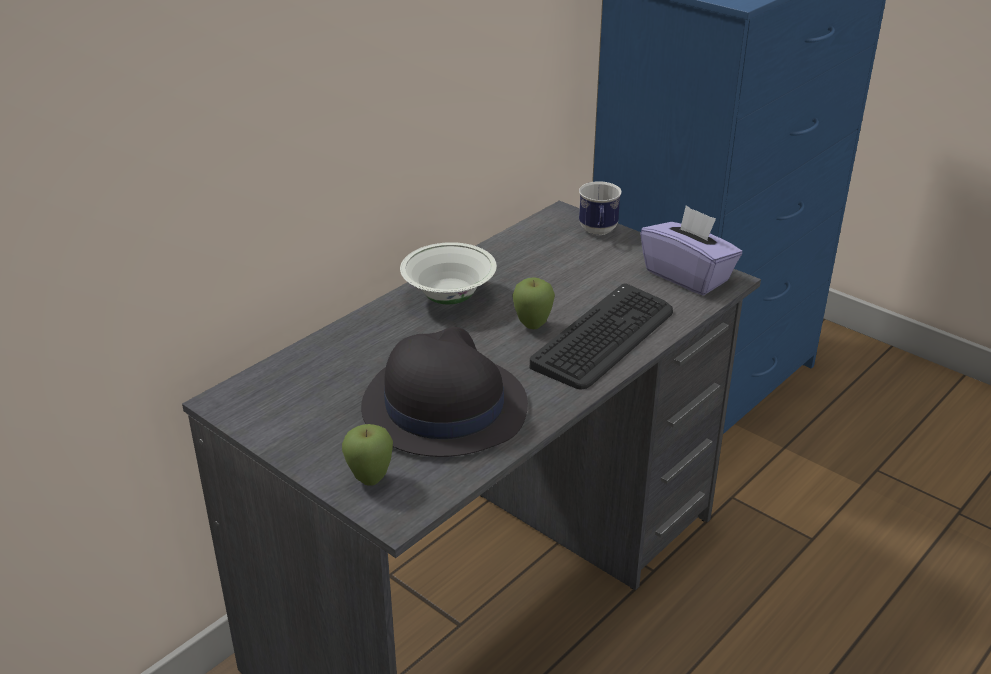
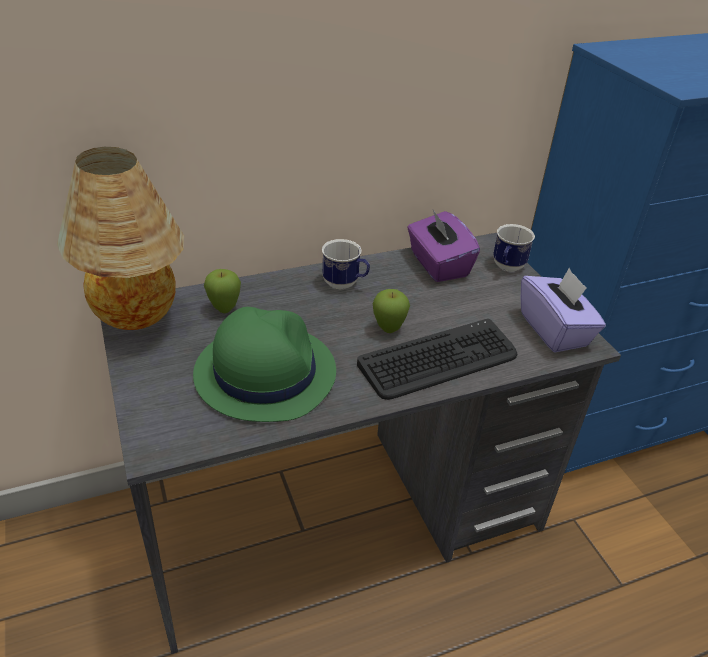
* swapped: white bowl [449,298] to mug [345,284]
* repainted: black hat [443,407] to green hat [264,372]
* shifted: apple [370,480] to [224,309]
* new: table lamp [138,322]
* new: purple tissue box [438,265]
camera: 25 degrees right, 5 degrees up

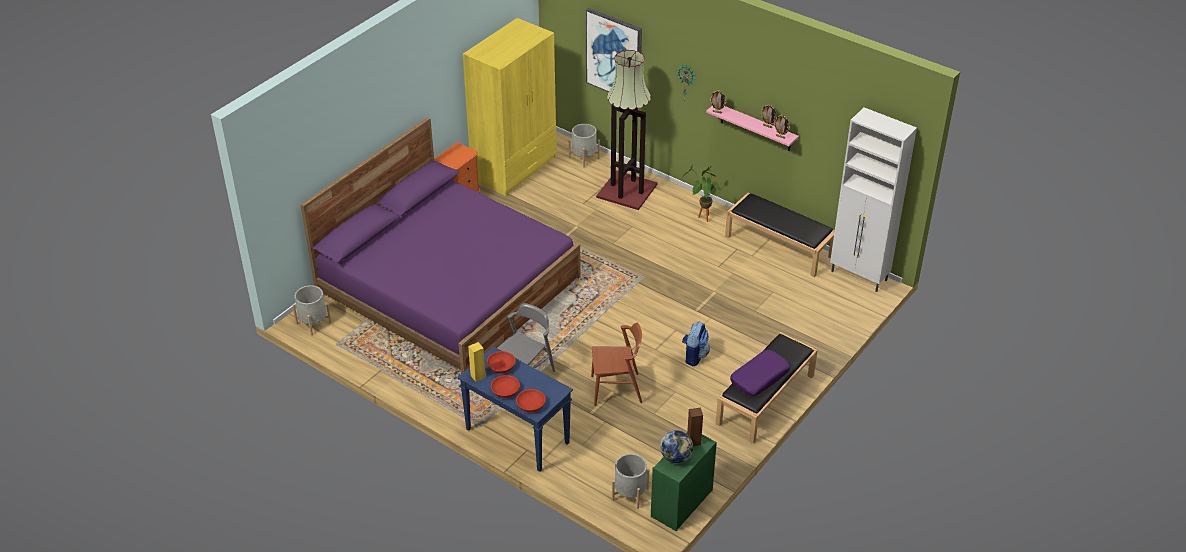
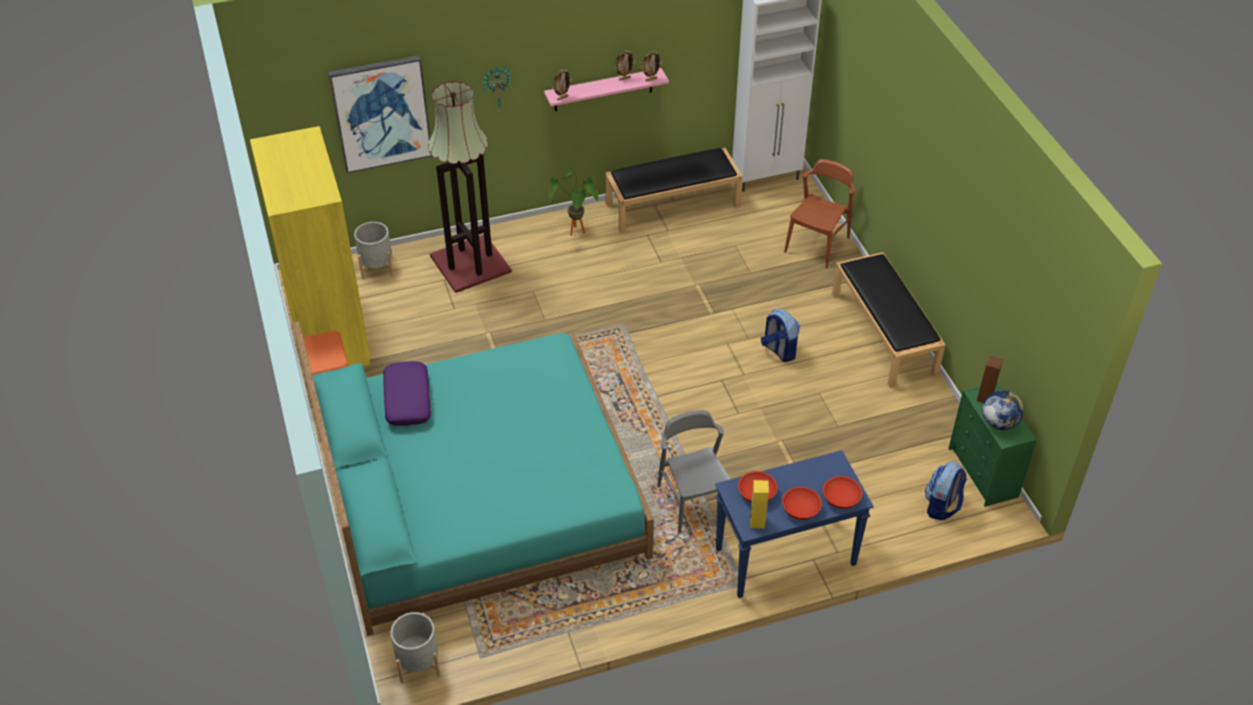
* repainted: purple bed [448,286] to turquoise bed [478,494]
* shifted: brown chair [616,389] to [817,244]
* shifted: purple pillow [759,377] to [407,399]
* swapped: grey planter [630,494] to backpack [942,506]
camera: 55 degrees left, 5 degrees up

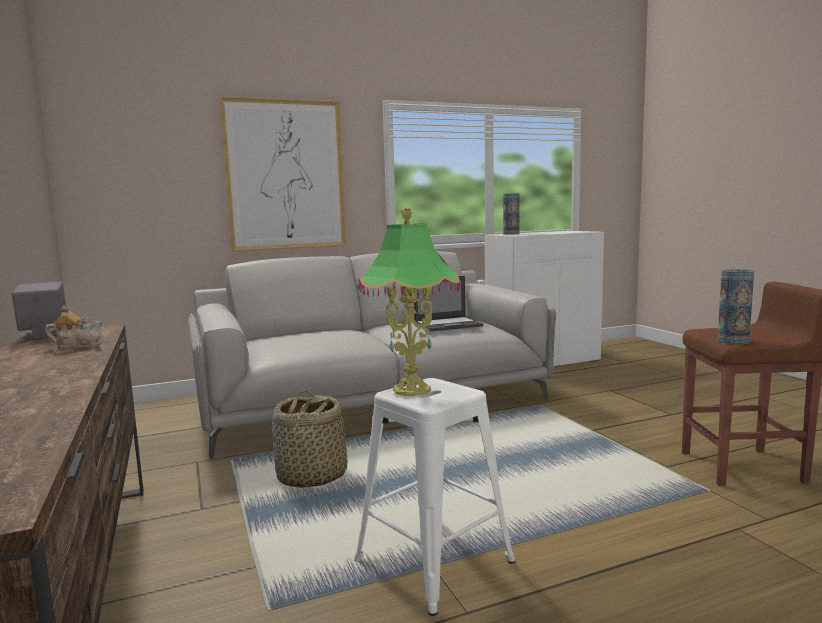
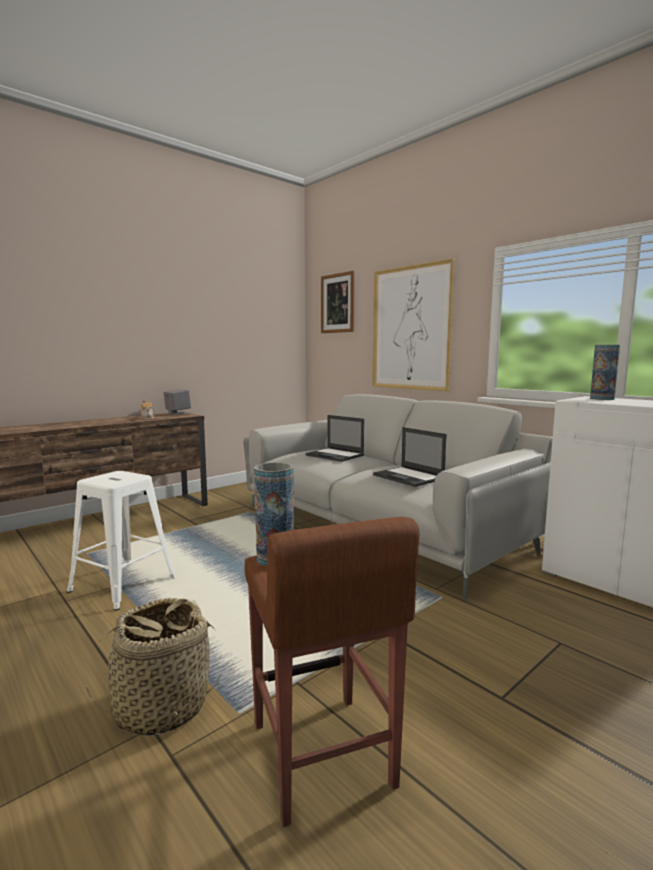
* gone: table lamp [412,390]
* shifted: basket [311,476] to [161,706]
* new: picture [337,303]
* new: laptop [335,455]
camera: 70 degrees right, 0 degrees up

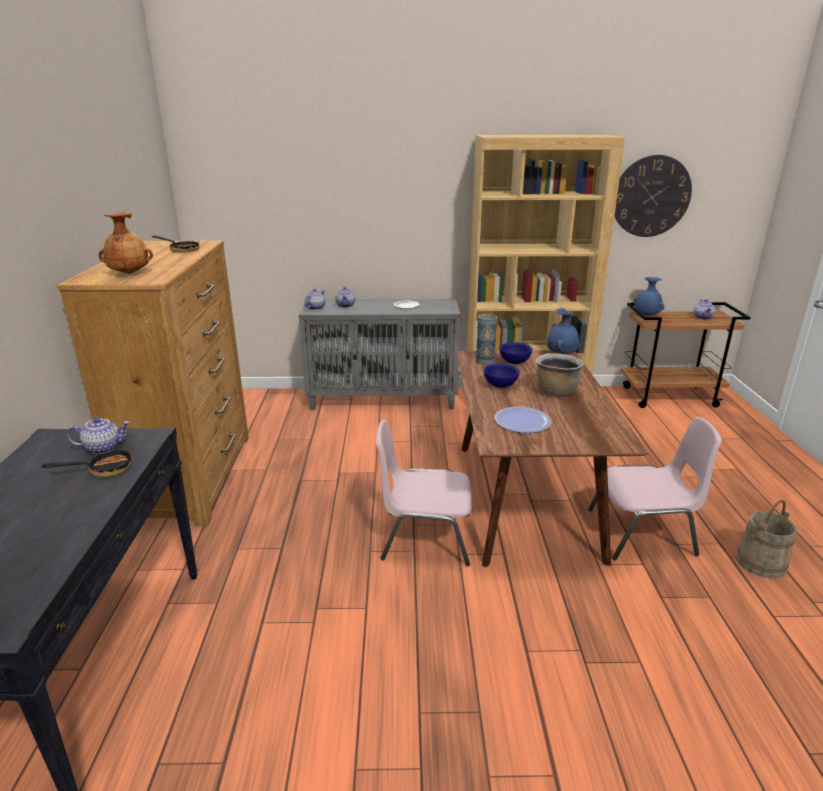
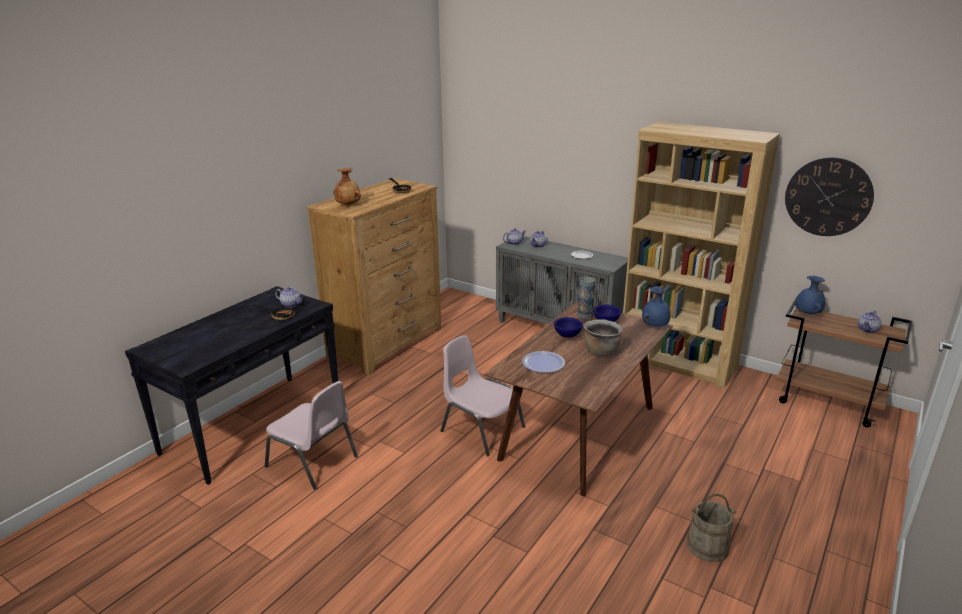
* shifted: pink chair [643,533] to [313,462]
camera: 35 degrees right, 0 degrees up

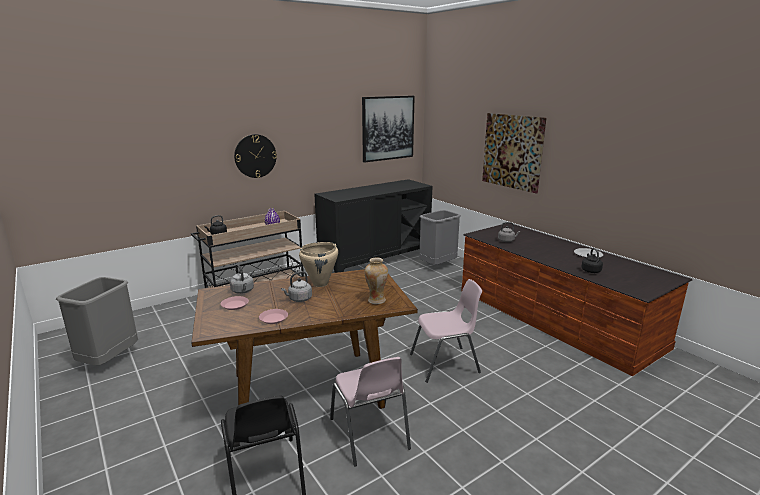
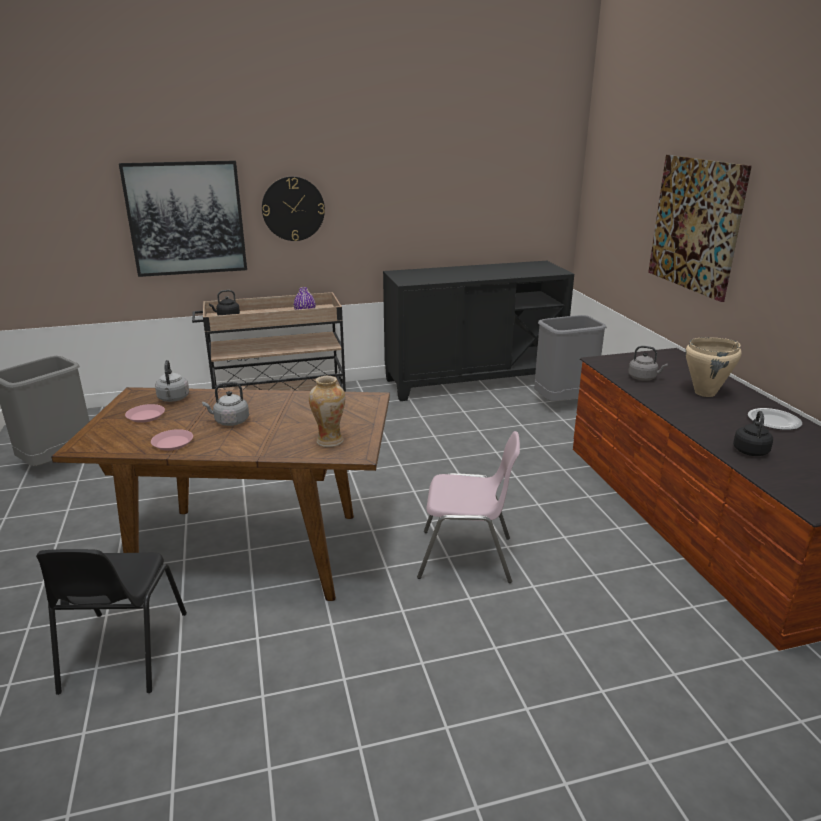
* shifted: picture [388,128] to [186,218]
* shifted: beige cooking pot [320,284] to [705,393]
* gone: pink chair [369,434]
camera: 20 degrees right, 5 degrees up

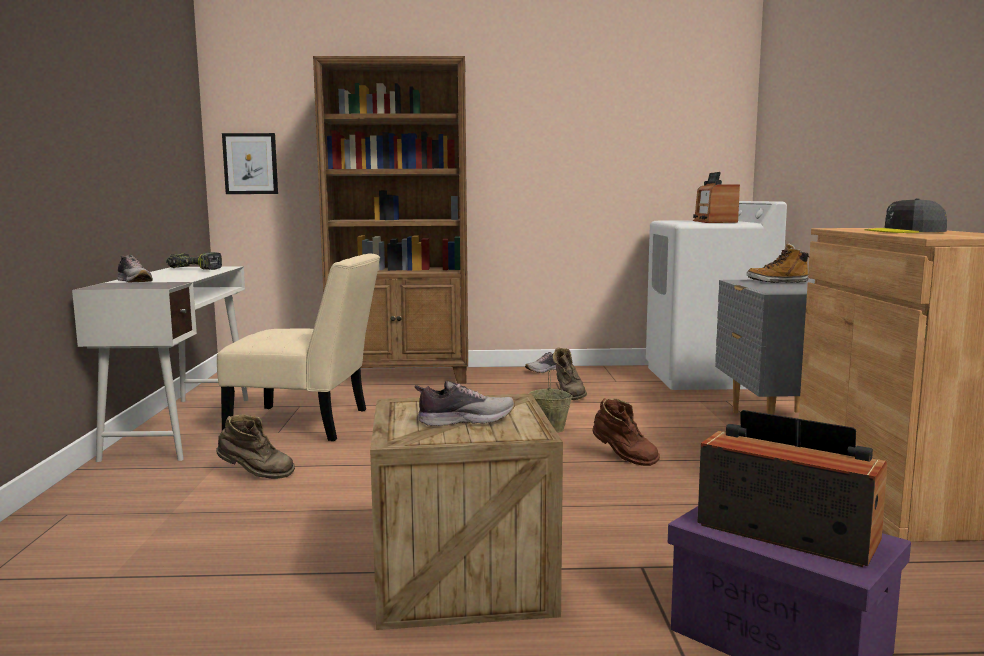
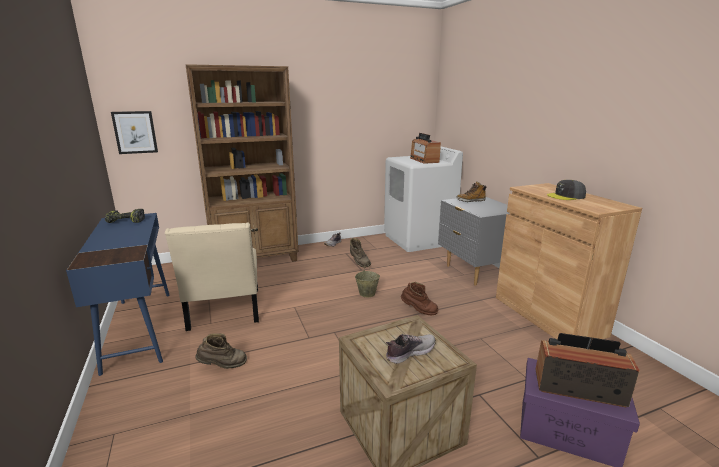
* rotated: beige chair [307,424] = [224,312] 90 degrees clockwise
* gone: shoe [135,281]
* repainted: white desk [182,426] to blue desk [139,328]
camera: 20 degrees left, 10 degrees up

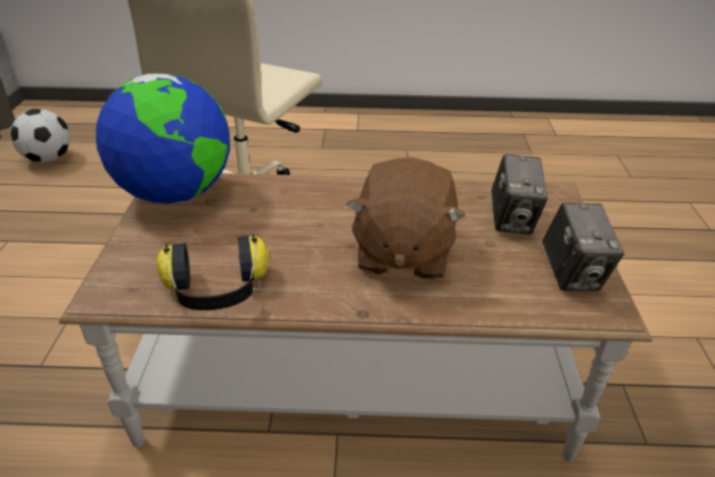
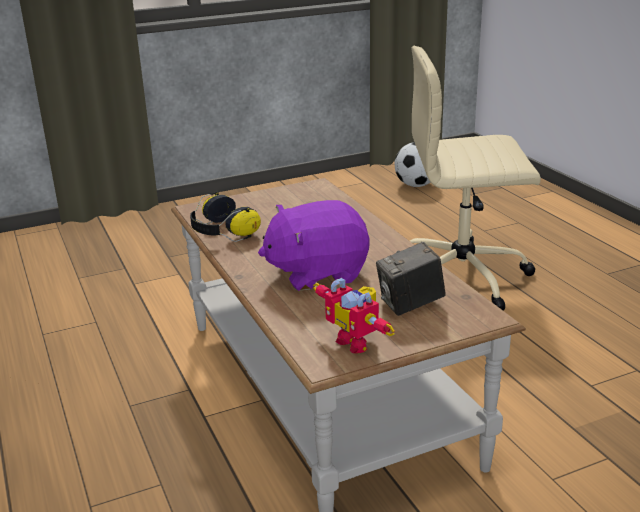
* gone: globe [176,194]
* repainted: brown plush toy [402,252] to purple plush toy [317,273]
* swapped: photo camera [572,274] to toy robot [357,342]
camera: 65 degrees right, 10 degrees down

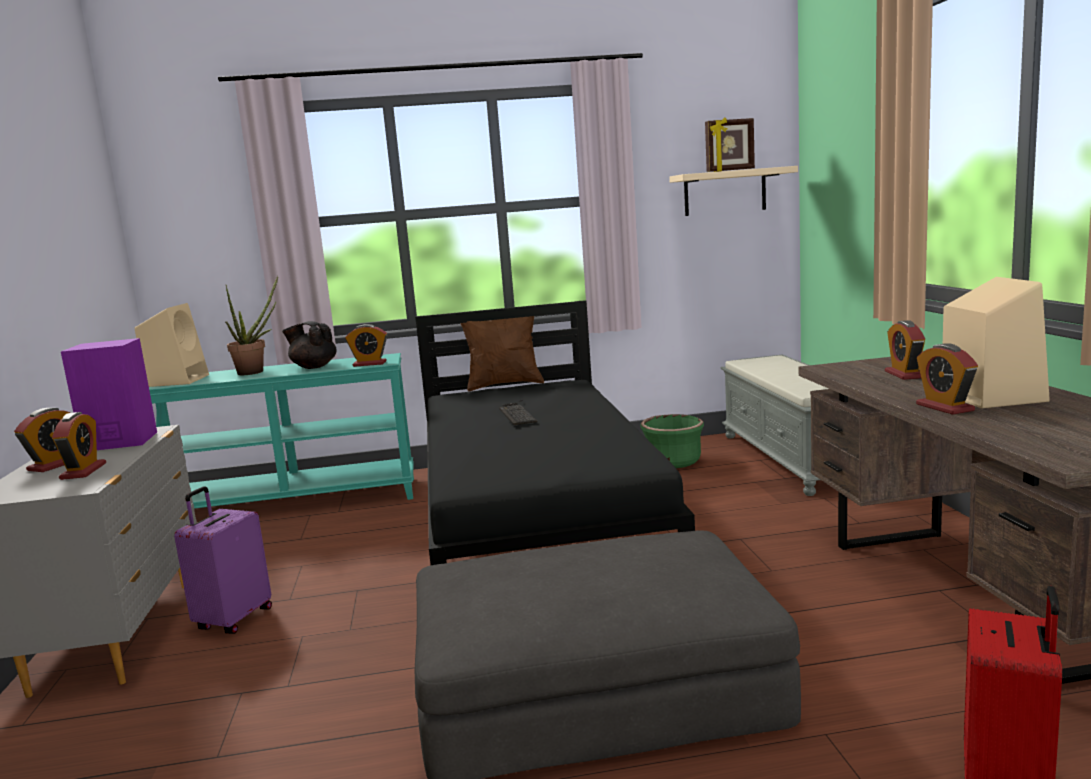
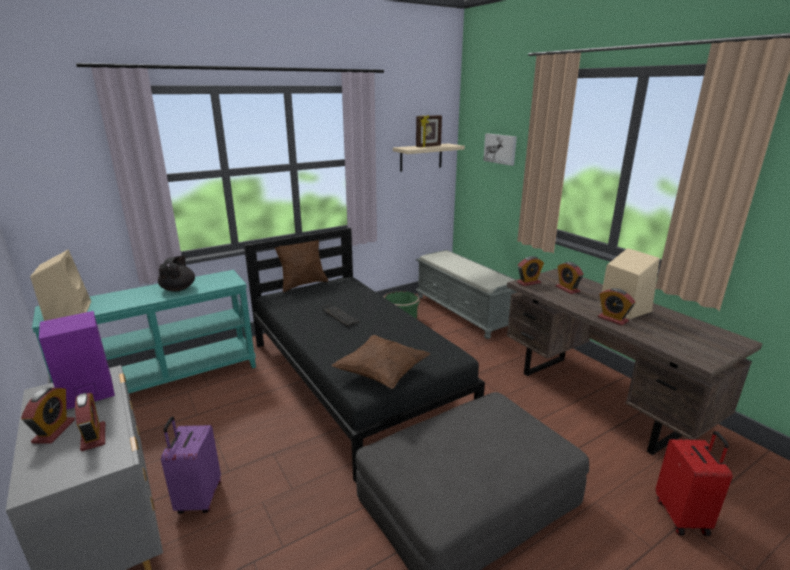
* gone: potted plant [256,371]
* rotated: black teapot [313,367] = [178,289] 90 degrees clockwise
* shifted: alarm clock [369,364] to [528,282]
* new: picture [500,149]
* new: brown pillow [381,374]
camera: 25 degrees left, 10 degrees up

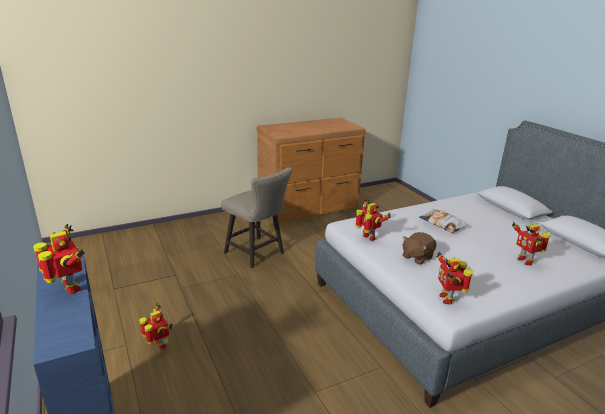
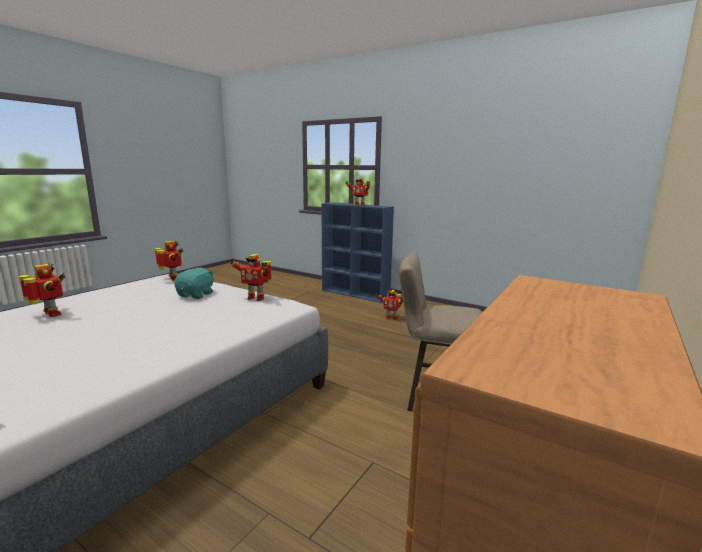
* gone: pillow [442,224]
* repainted: brown plush toy [417,257] to turquoise plush toy [196,295]
camera: 150 degrees right, 10 degrees down

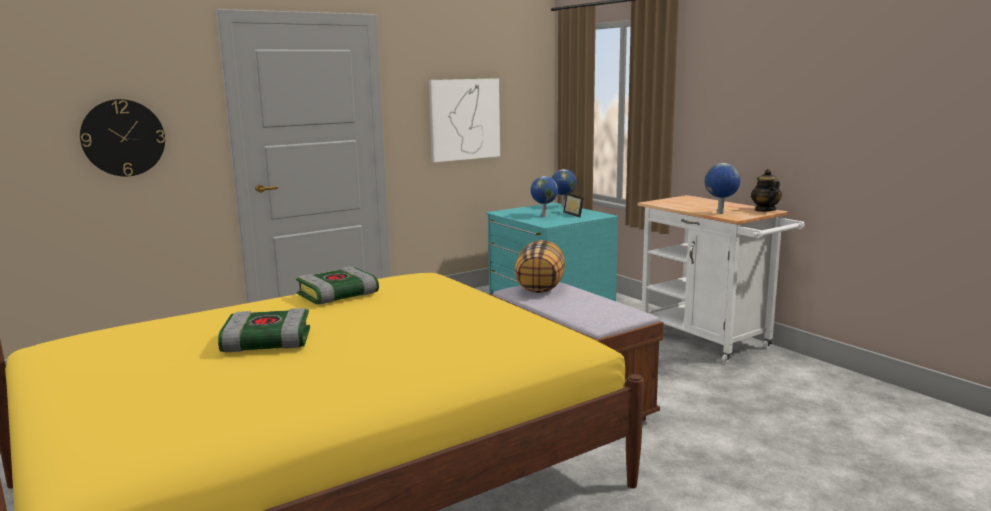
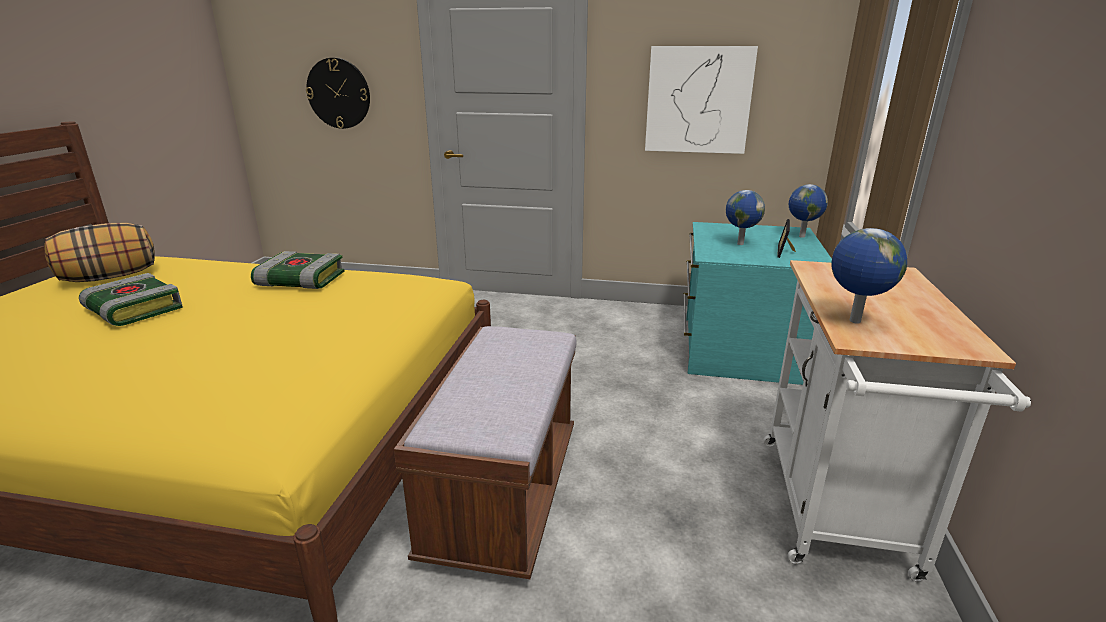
* gone: teapot [765,210]
* shifted: pillow [540,288] to [109,277]
camera: 45 degrees right, 10 degrees up

